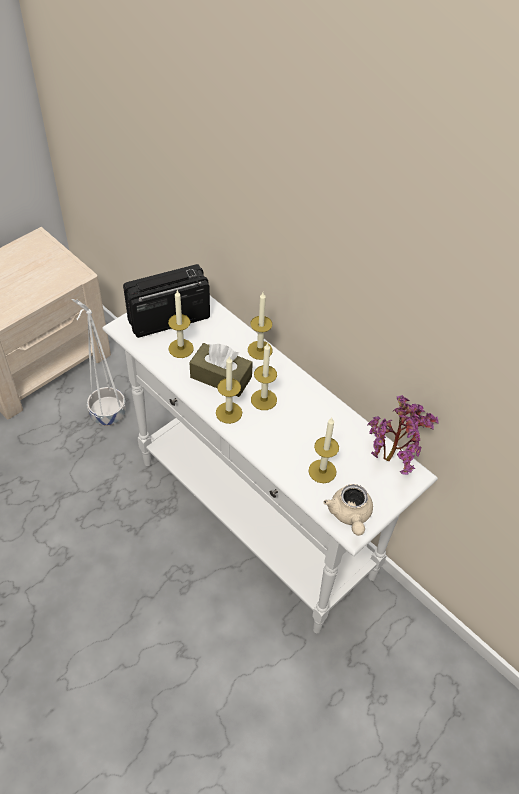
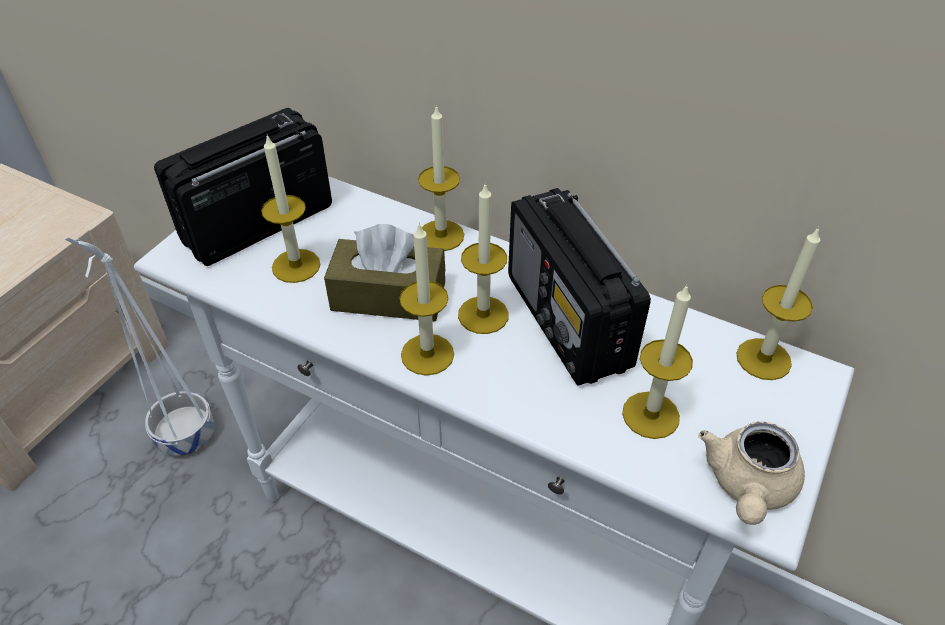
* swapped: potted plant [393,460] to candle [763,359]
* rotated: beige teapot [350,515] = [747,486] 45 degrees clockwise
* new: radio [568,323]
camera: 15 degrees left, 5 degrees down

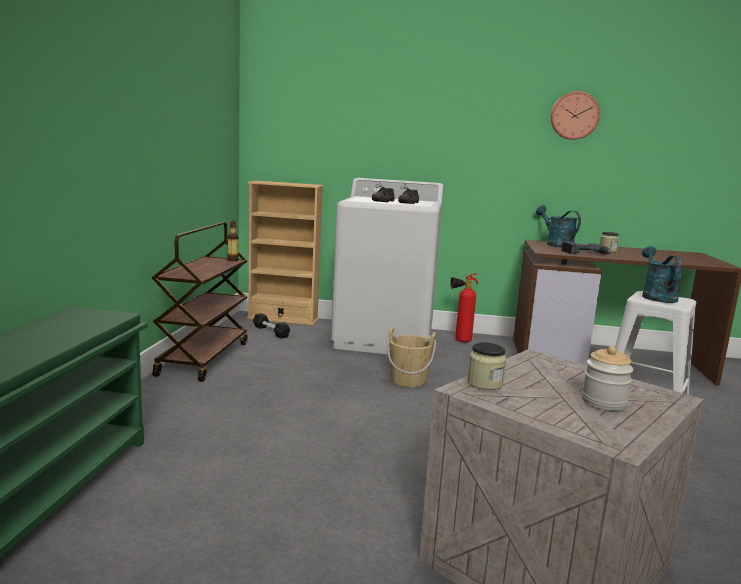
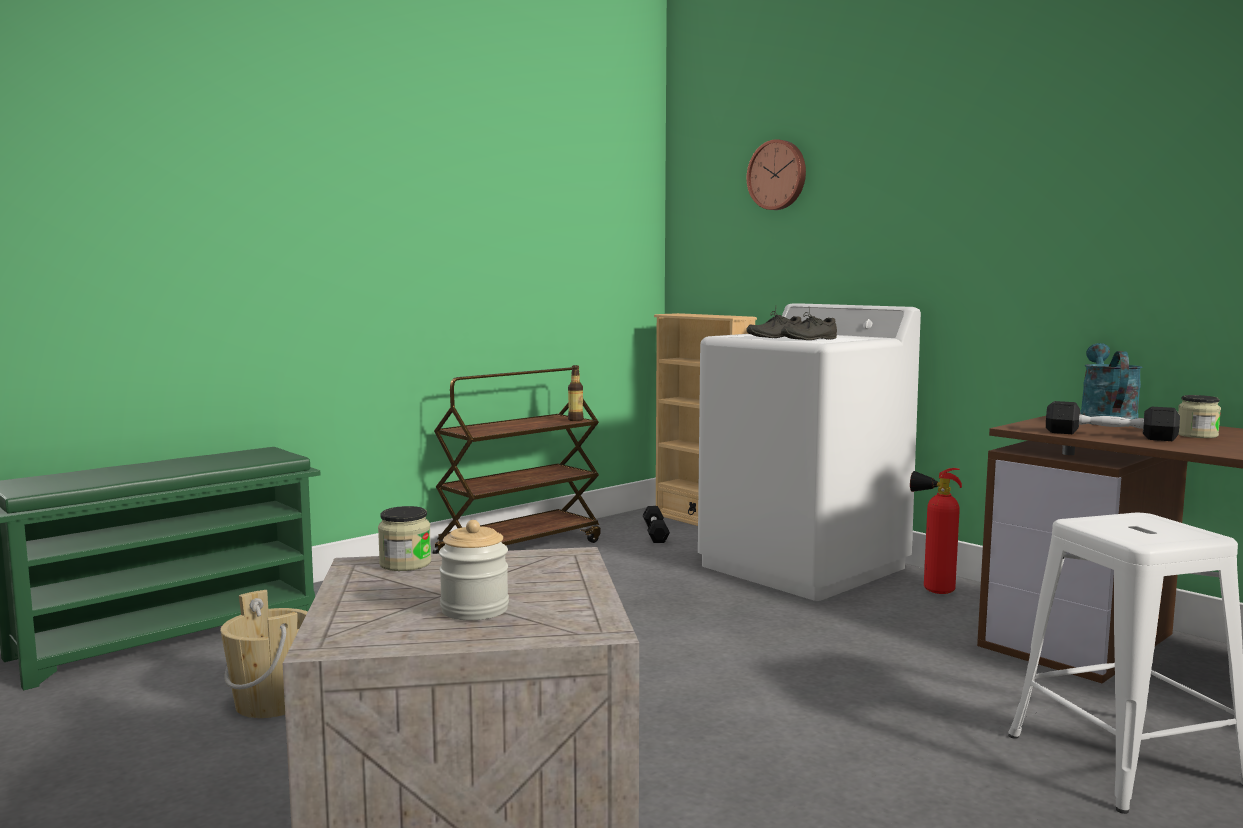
* shifted: wall clock [574,116] to [778,175]
* swapped: power drill [586,253] to black dumbbell [1109,435]
* gone: turquoise watering can [656,296]
* shifted: beige bucket [408,380] to [272,702]
camera: 40 degrees right, 5 degrees down

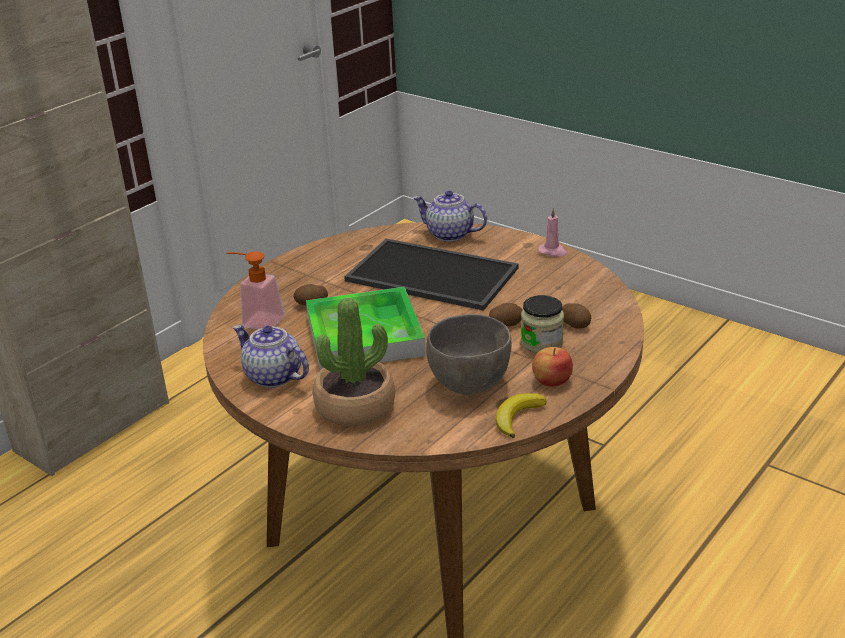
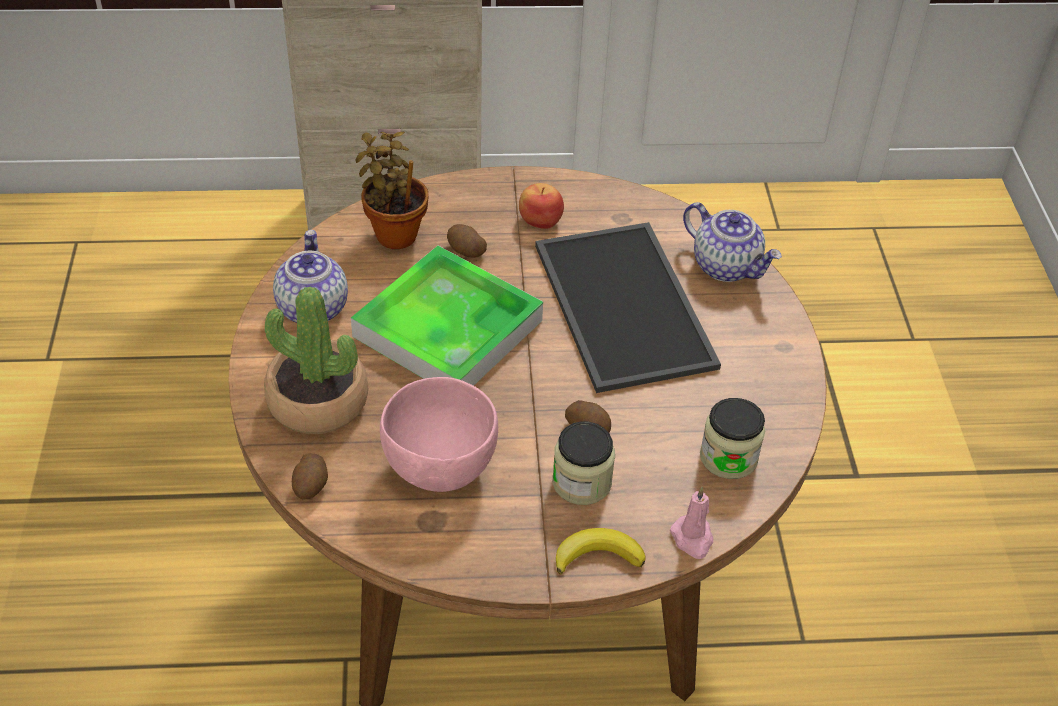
* rotated: teapot [449,234] = [727,266] 150 degrees clockwise
* shifted: pink candle [553,252] to [692,539]
* swapped: soap dispenser [257,321] to potted plant [395,232]
* shifted: potato [575,324] to [311,485]
* repainted: grey bowl [469,384] to pink bowl [439,468]
* shifted: apple [551,381] to [540,220]
* shifted: banana [517,417] to [597,555]
* new: jar [728,457]
camera: 45 degrees right, 15 degrees up

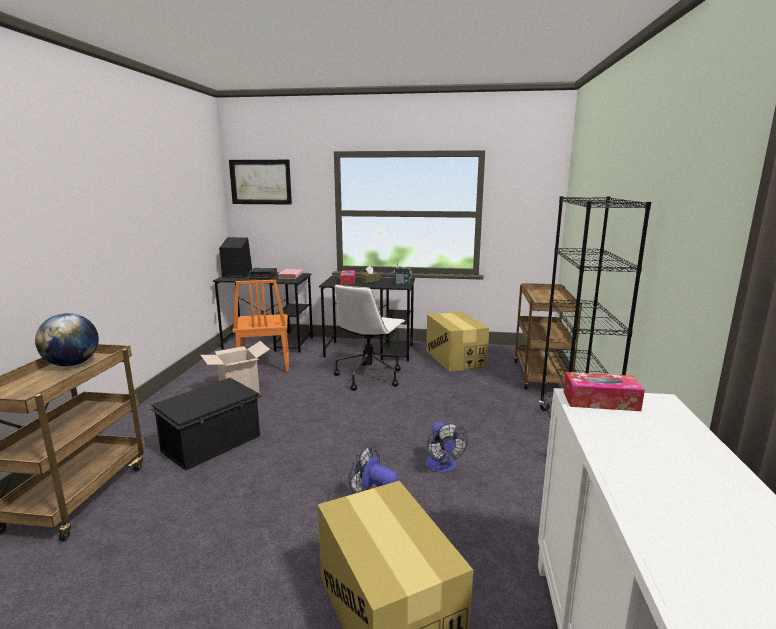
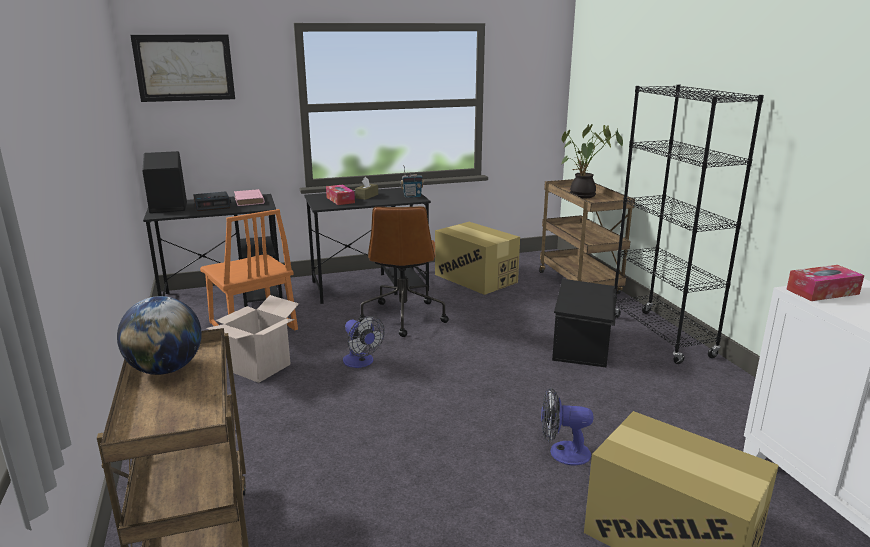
* repainted: white office chair [369,376] to brown office chair [403,317]
* shifted: black storage box [213,443] to [583,344]
* shifted: fan [442,467] to [361,362]
* new: potted plant [583,196]
camera: 25 degrees left, 5 degrees up

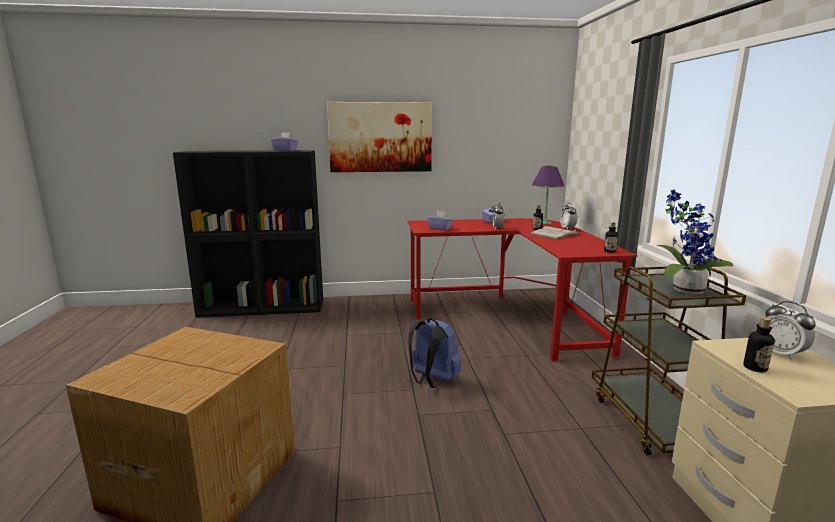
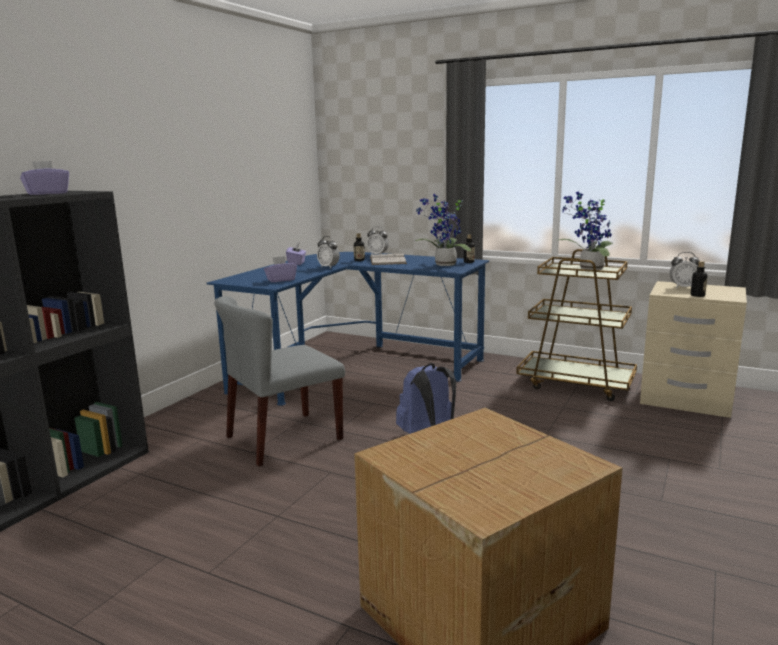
* gone: picture [380,137]
* gone: purple table lamp [545,223]
* repainted: red desk [511,316] to blue desk [353,366]
* new: potted plant [443,265]
* new: grey chair [283,438]
camera: 55 degrees left, 0 degrees up

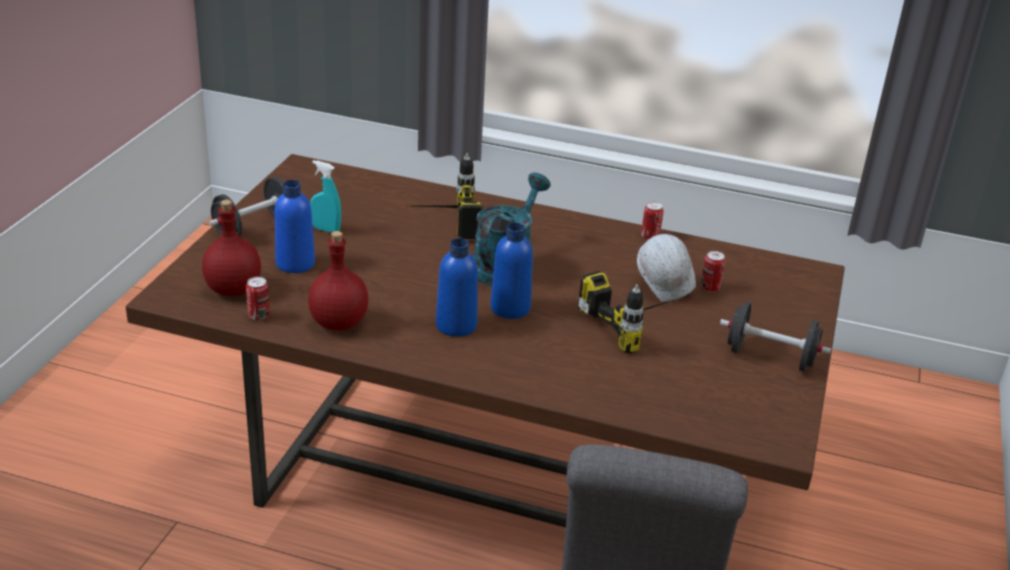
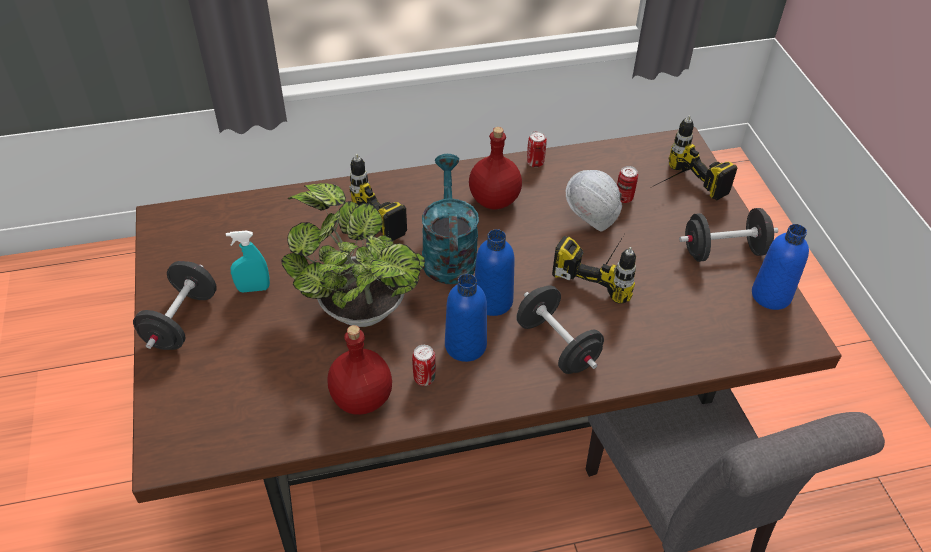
* shifted: blue bottle [295,263] to [771,295]
* shifted: red bottle [233,290] to [494,201]
* shifted: can [259,316] to [424,378]
* new: power drill [677,190]
* new: potted plant [358,306]
* new: black dumbbell [557,345]
camera: 30 degrees left, 15 degrees up

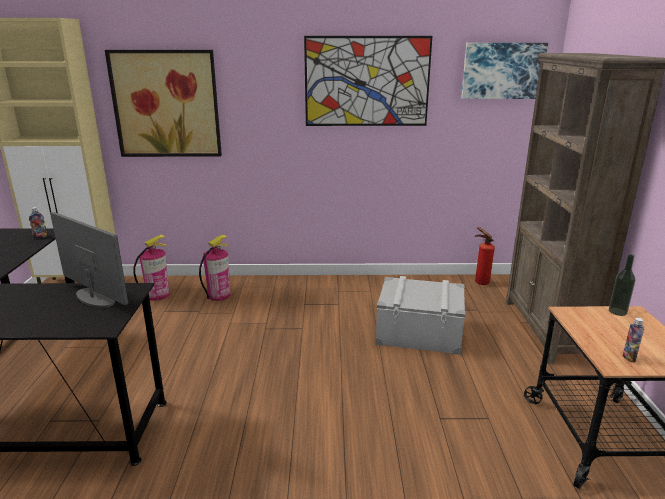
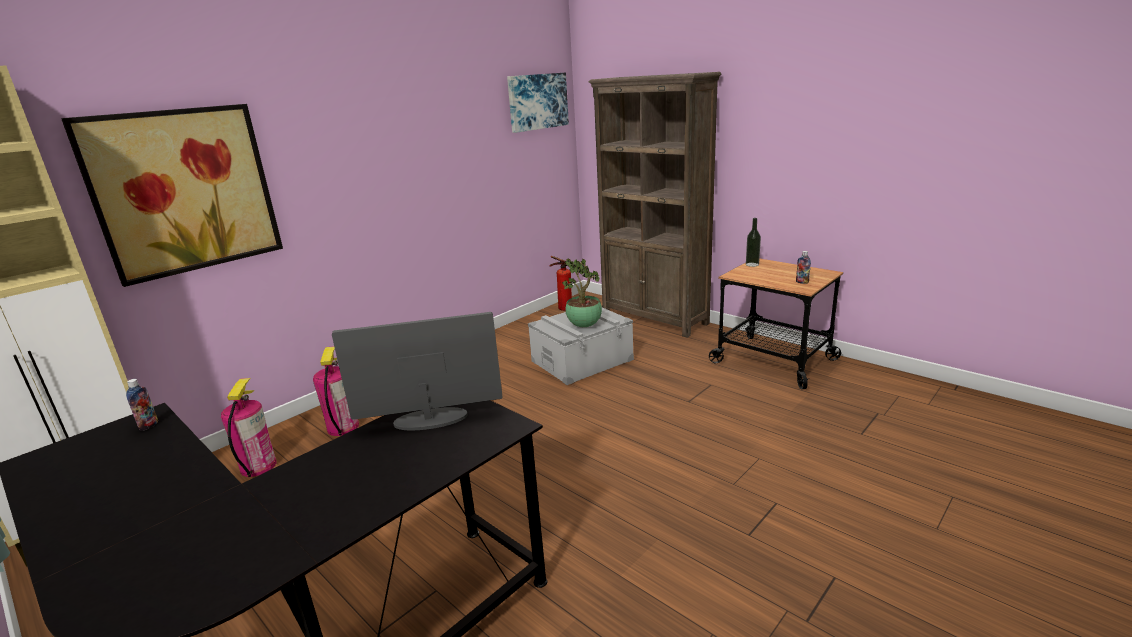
* gone: picture [367,82]
* new: potted plant [585,326]
camera: 45 degrees left, 0 degrees up

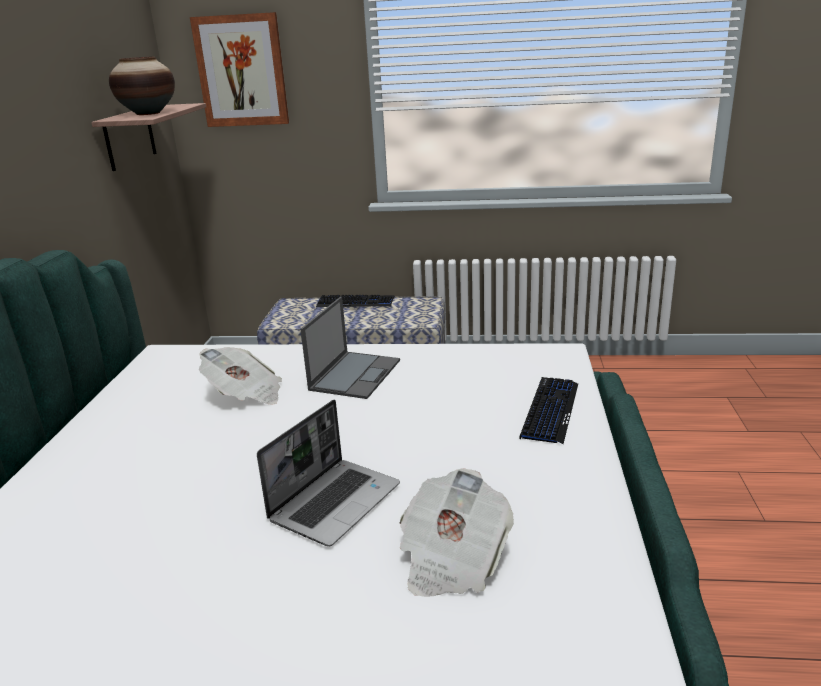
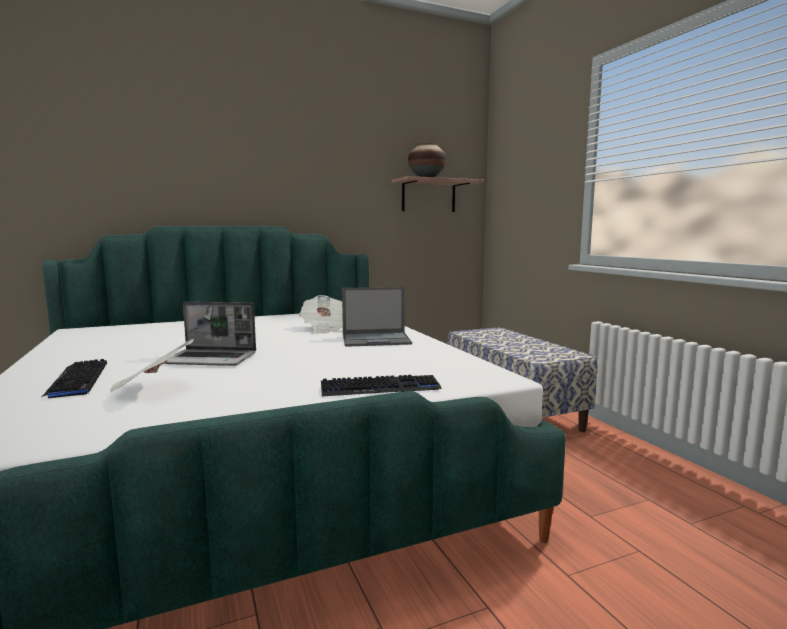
* gone: picture [241,71]
* shifted: keyboard [355,303] to [78,380]
camera: 60 degrees right, 15 degrees down

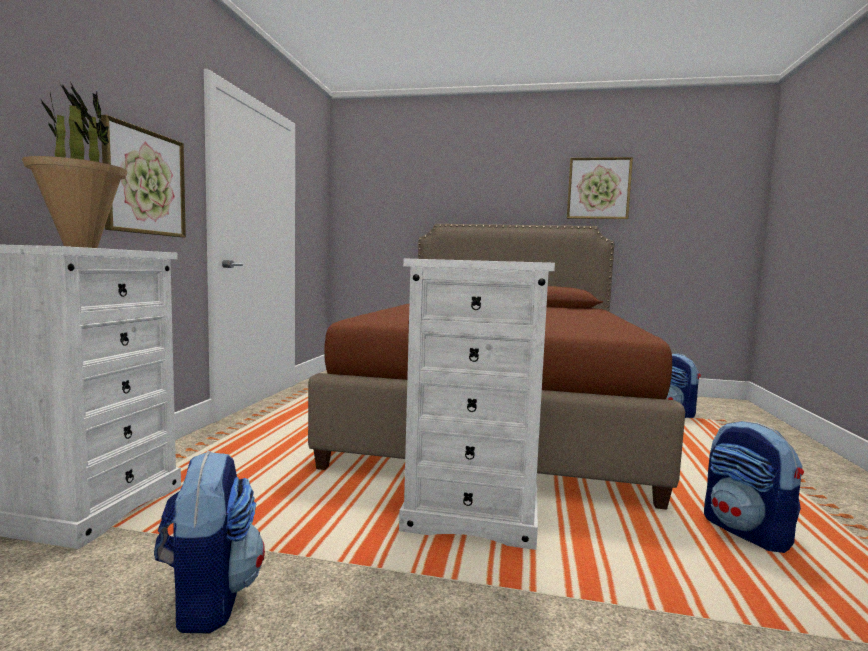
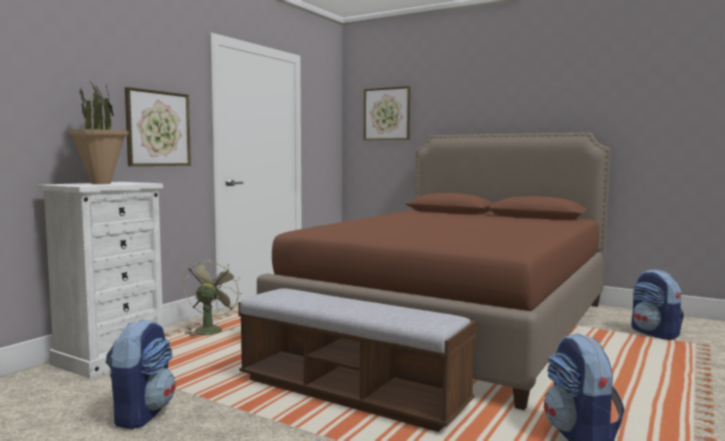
* shifted: picture [598,188] to [387,114]
* swapped: white dresser [472,516] to bench [350,393]
* new: green fan [209,329]
camera: 20 degrees right, 0 degrees up

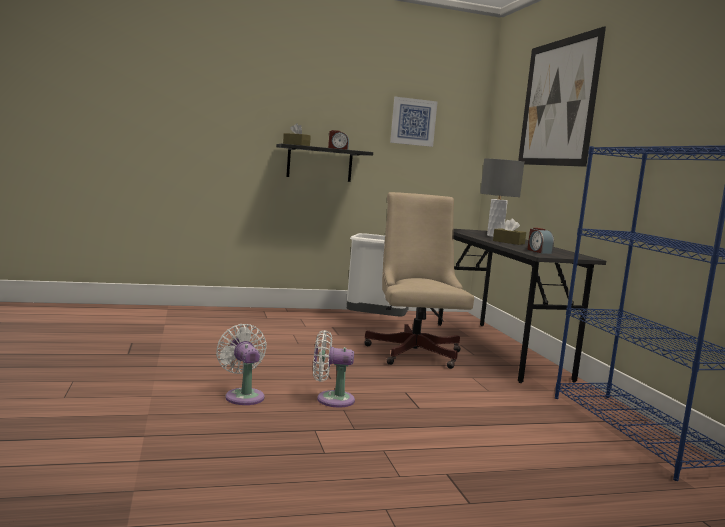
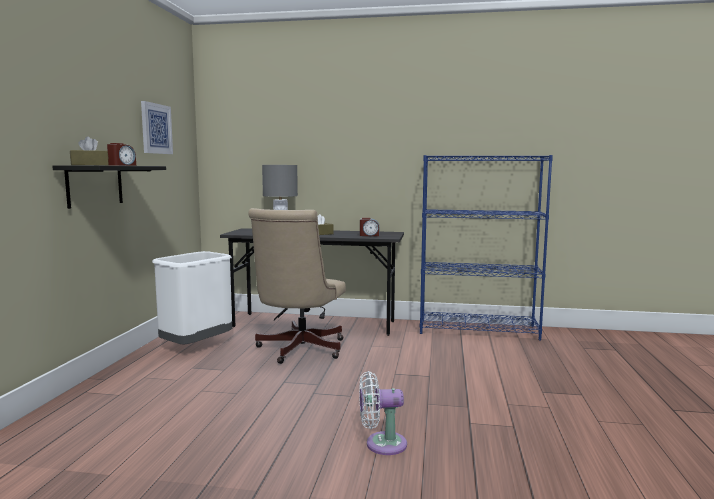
* gone: picture [557,103]
* rotated: beige office chair [414,351] = [298,350] 90 degrees counterclockwise
* gone: white fan [331,399]
camera: 65 degrees left, 0 degrees up

